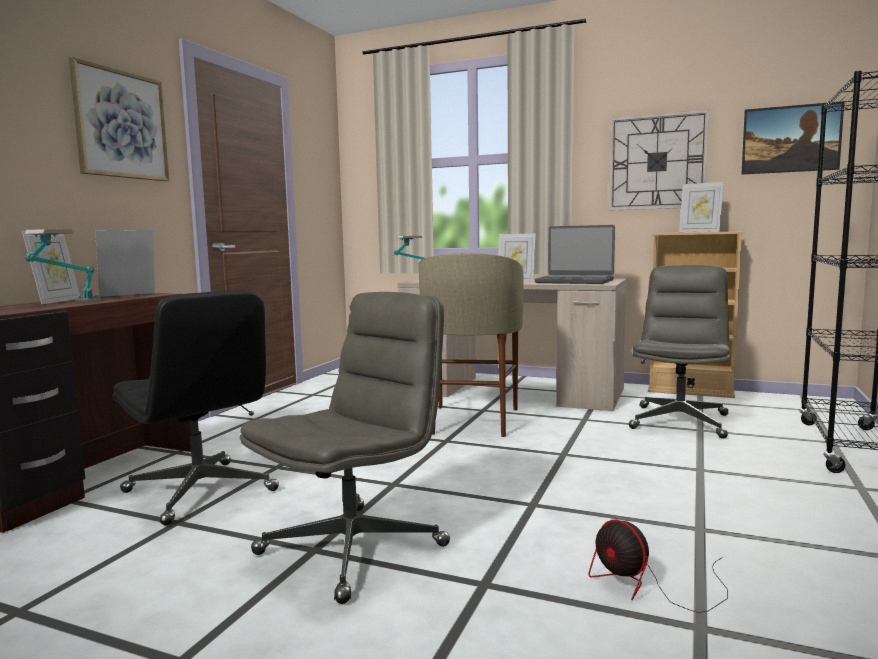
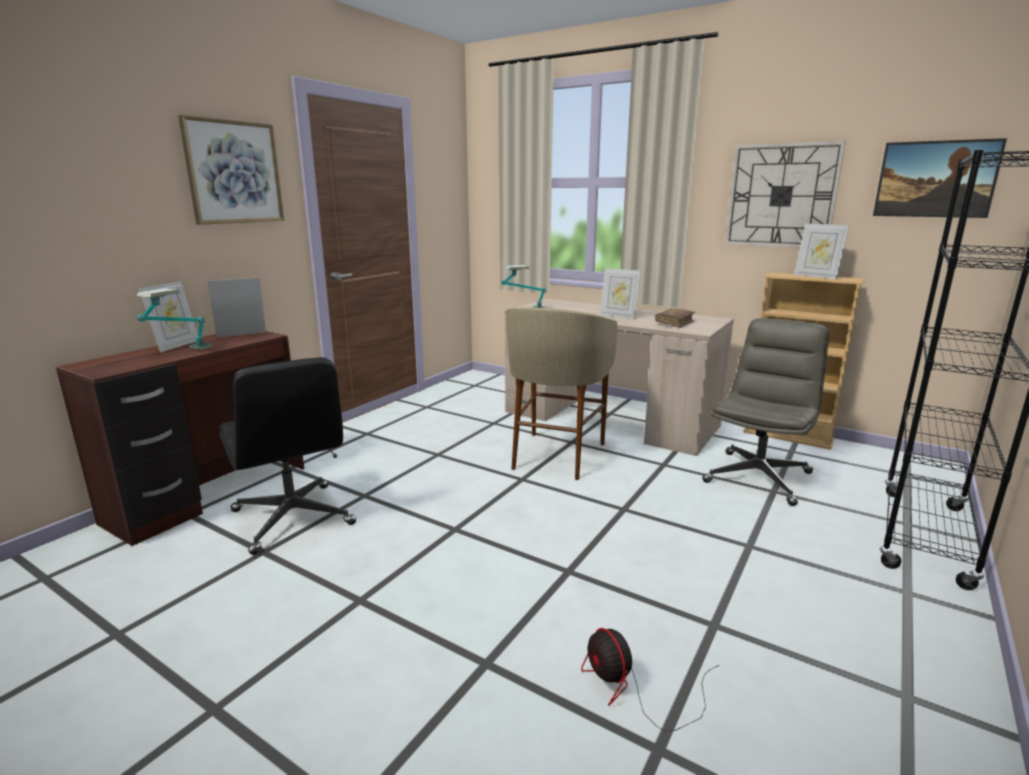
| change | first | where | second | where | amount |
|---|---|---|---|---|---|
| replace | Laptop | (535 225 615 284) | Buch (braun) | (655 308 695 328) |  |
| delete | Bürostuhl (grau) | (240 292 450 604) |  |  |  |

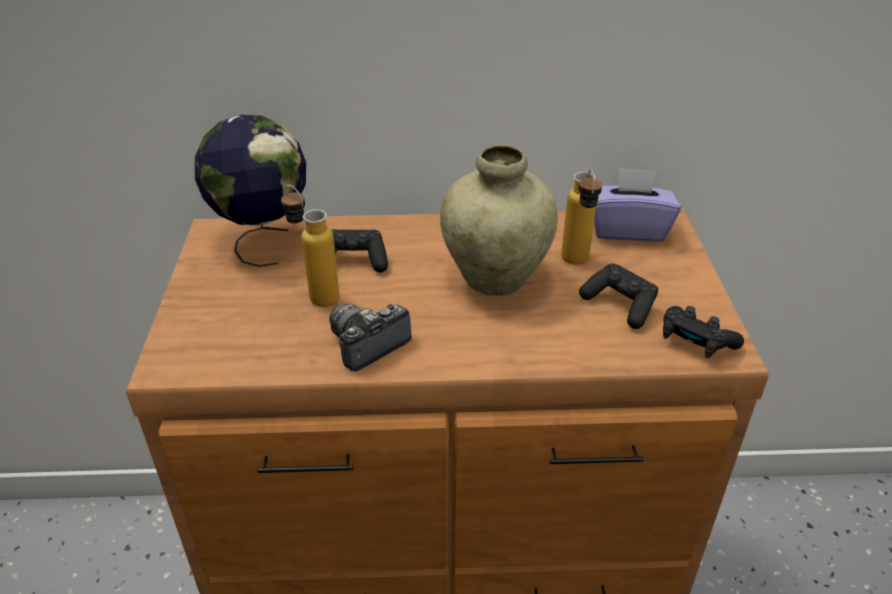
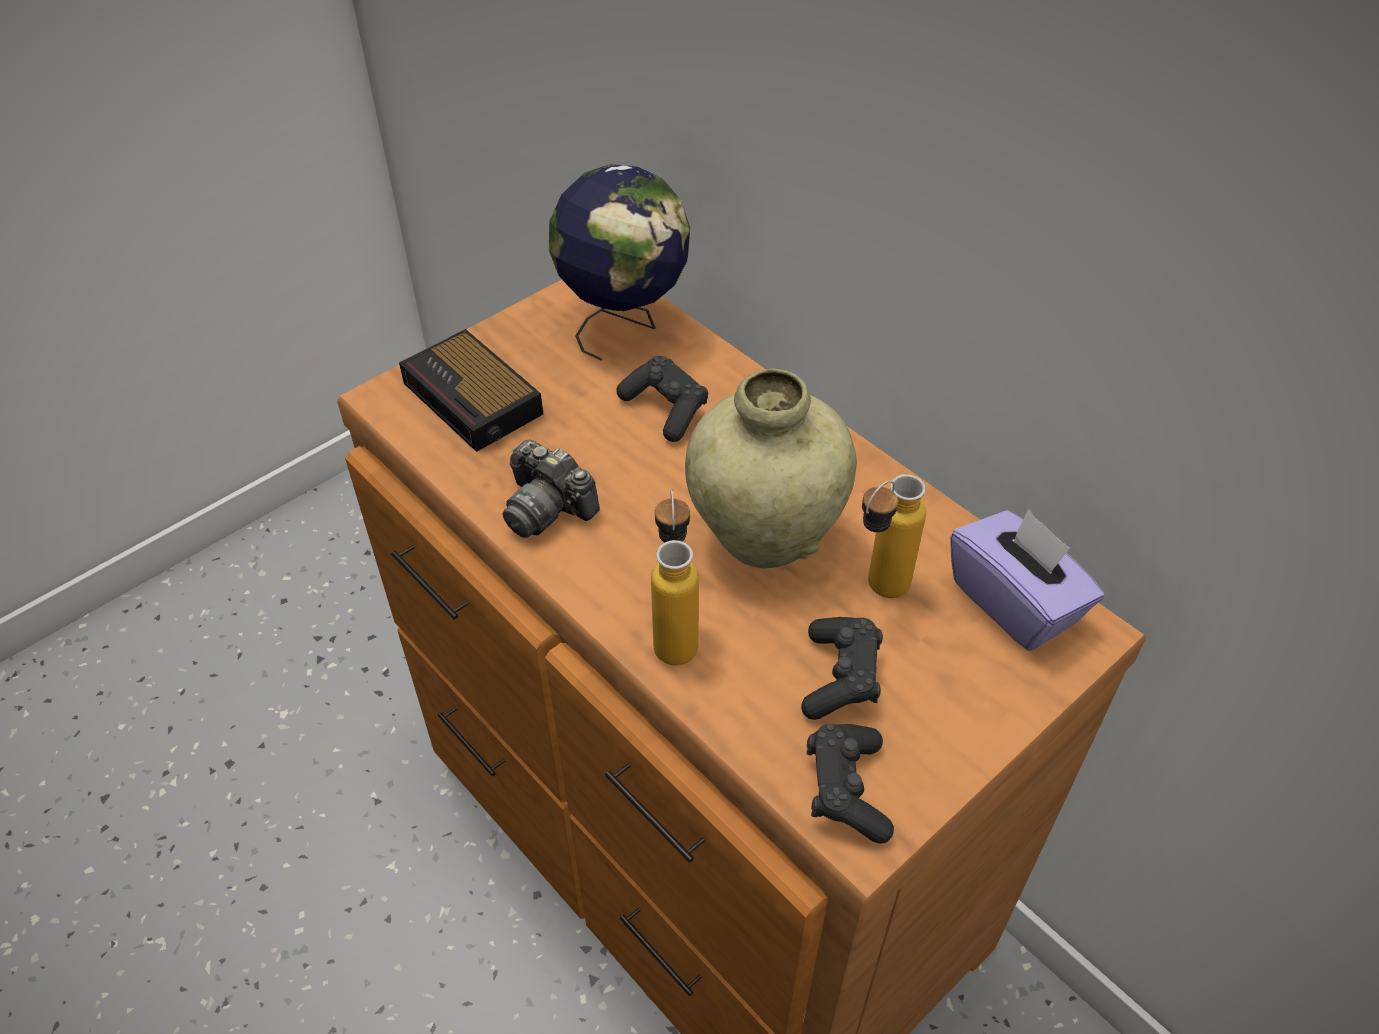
| change | first | where | second | where | amount |
|---|---|---|---|---|---|
| insert |  |  | Wecker | (399 329 543 452) |  |
| rotate | Kamera | (329 303 411 371) |  | (502 439 600 538) | 150 degrees counterclockwise |
| move | Flasche | (281 185 340 307) |  | (651 489 699 665) |  |

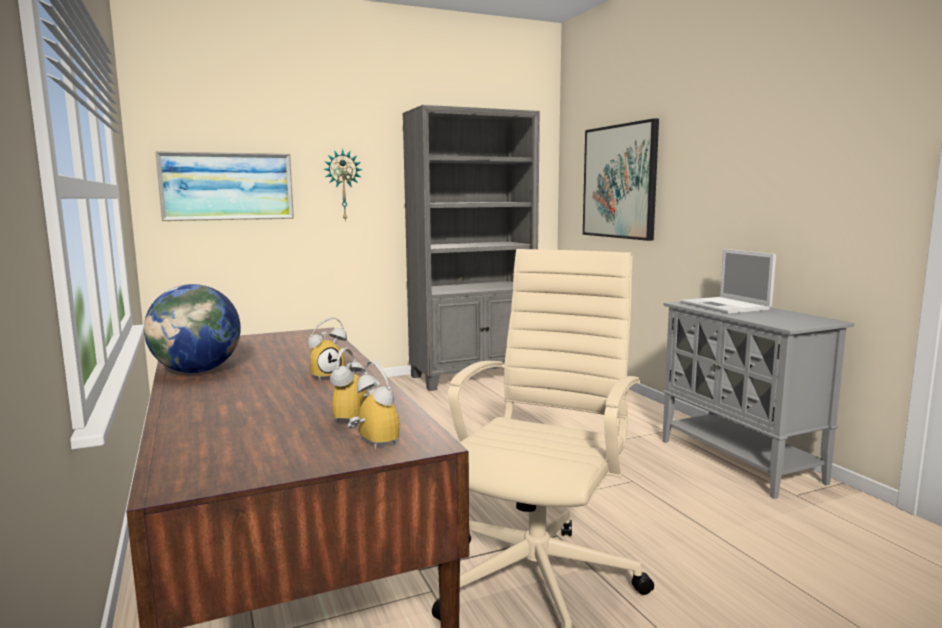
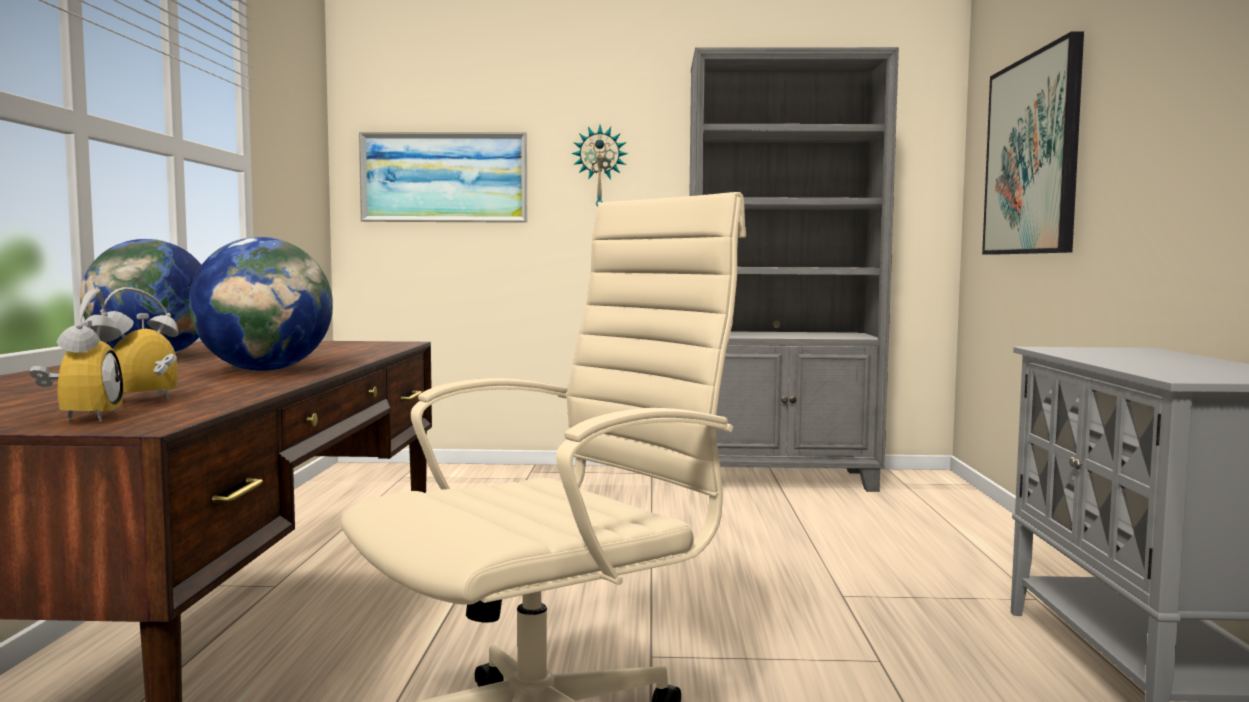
| change | first | where | second | where | amount |
|---|---|---|---|---|---|
| replace | Wecker | (307 317 347 381) | Globus | (189 237 333 371) |  |
| delete | Laptop | (681 249 776 314) |  |  |  |

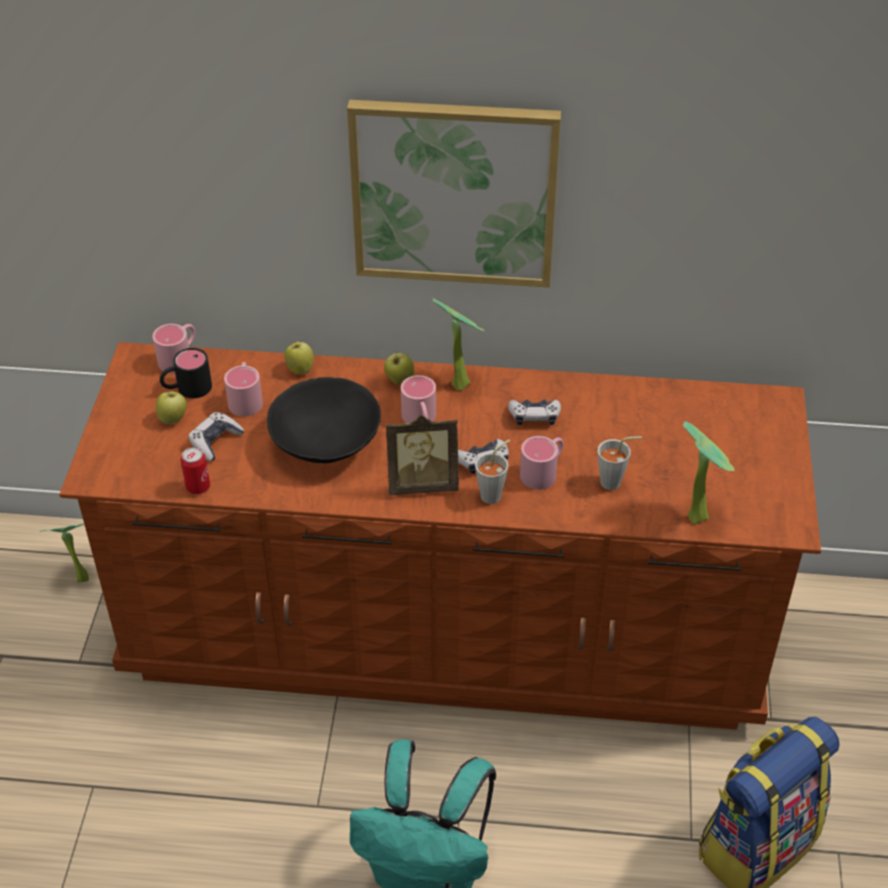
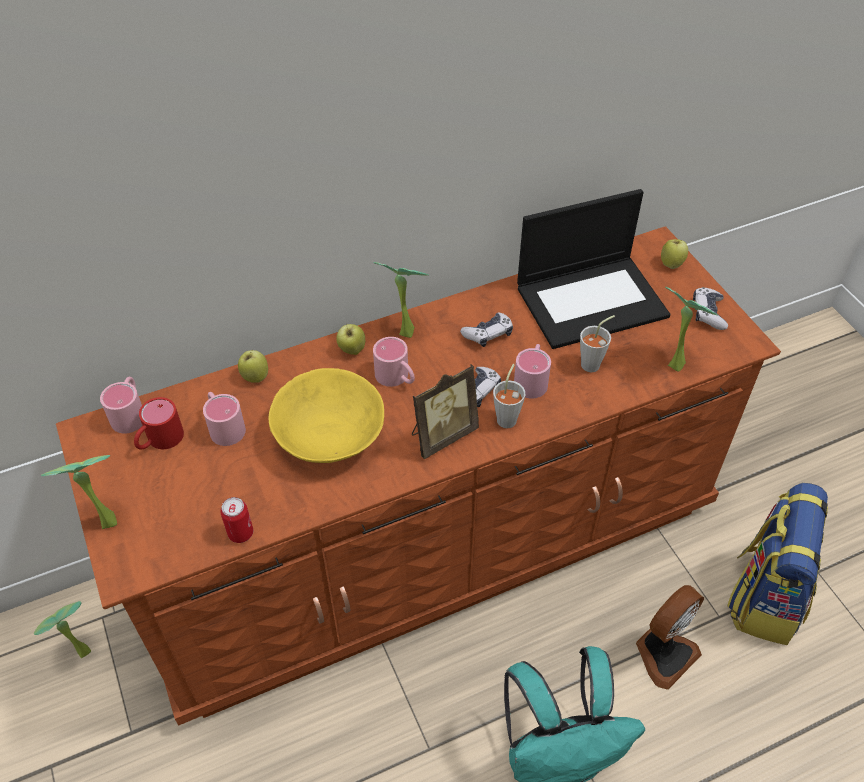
| change | first | where | second | where | amount |
|---|---|---|---|---|---|
| insert |  |  | Topfpflanze | (41 455 117 529) |  |
| recolor | Henkelbecher (schwarz) | (160 348 212 398) | Henkelbecher (rot) | (134 397 184 450) |  |
| recolor | Schüssel (schwarz) | (267 377 381 463) | Schüssel (gelb) | (269 368 384 463) |  |
| insert |  |  | Laptop | (517 189 670 349) |  |
| insert |  |  | Ventilator | (636 585 704 690) |  |
| move | Apfel | (156 391 187 424) |  | (661 239 688 269) |  |
| move | Gamepad | (188 412 244 461) |  | (693 287 728 330) |  |
| delete | Bild | (347 100 561 287) |  |  |  |

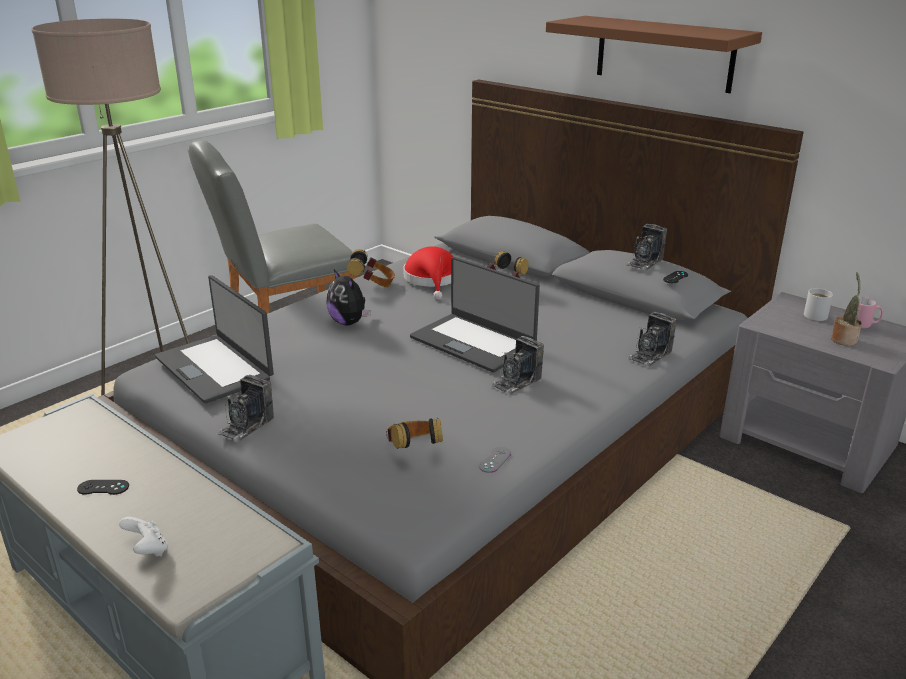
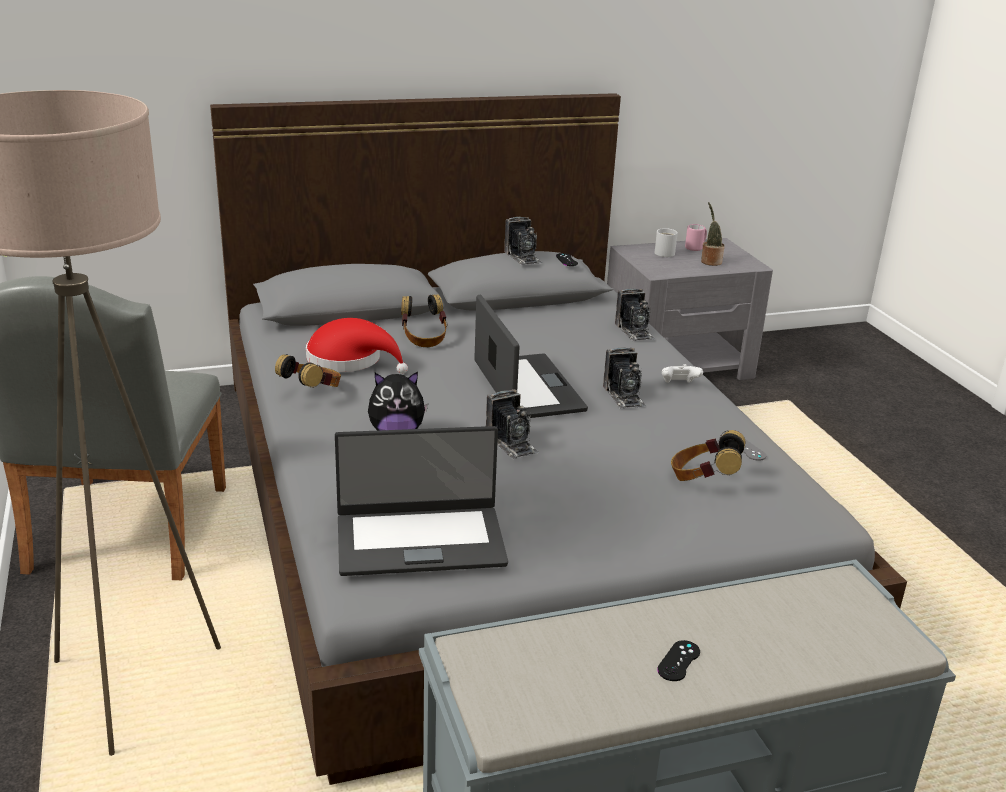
| change | first | where | second | where | amount |
|---|---|---|---|---|---|
| rotate | Laptop | (410 257 540 372) |  | (474 295 588 418) | 90 degrees counterclockwise |
| move | Kamera | (217 375 274 442) |  | (486 389 539 459) |  |
| move | Gamepad (weiß) | (119 517 168 556) |  | (662 364 703 383) |  |
| delete | Wandregal (braun) | (546 16 762 93) |  |  |  |

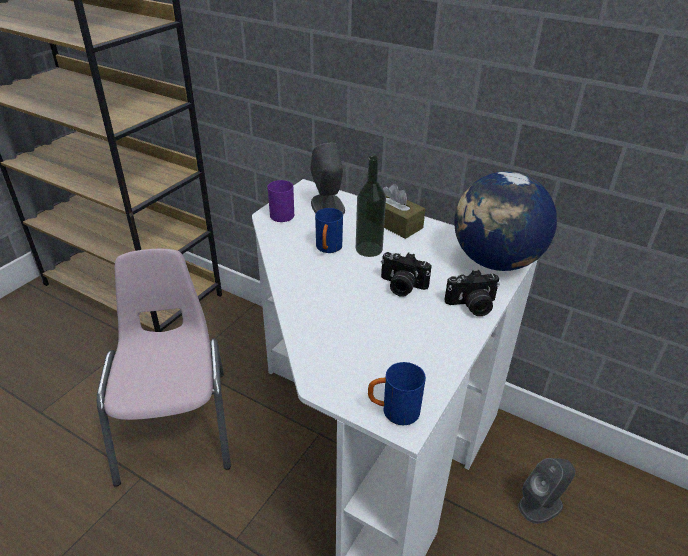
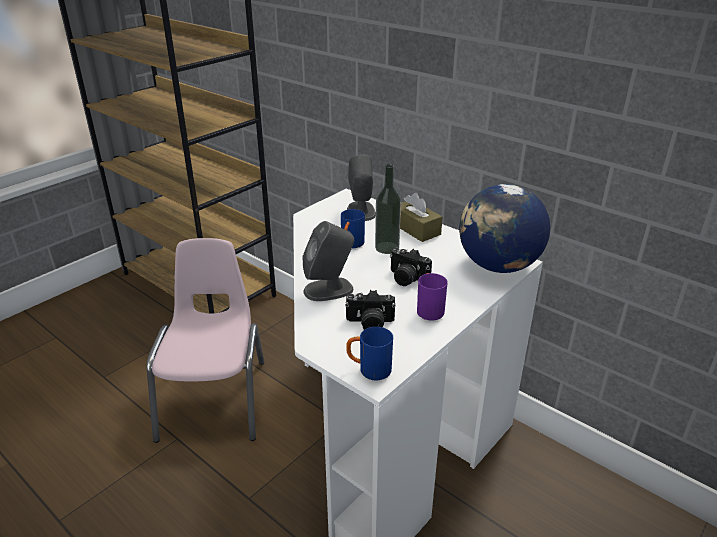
| change | first | where | second | where | amount |
|---|---|---|---|---|---|
| move | Lautsprecher (grau) | (518 458 575 524) |  | (303 221 354 301) |  |
| move | Kamera | (444 270 500 316) |  | (345 290 396 330) |  |
| move | Henkelbecher (lila) | (267 180 294 222) |  | (417 273 448 320) |  |

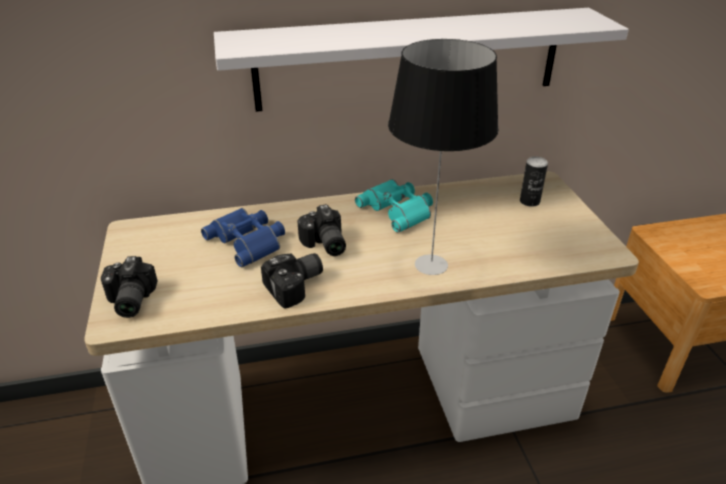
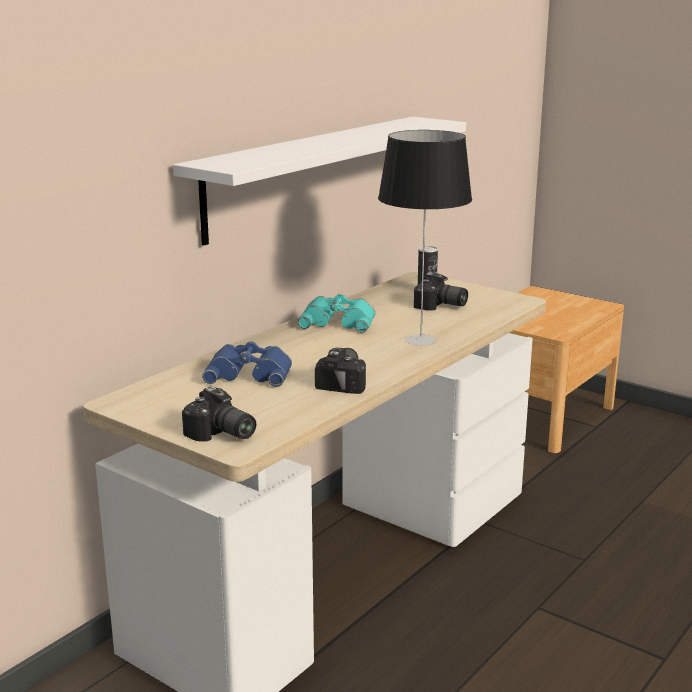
| change | first | where | second | where | amount |
|---|---|---|---|---|---|
| move | Kamera | (297 204 346 256) |  | (414 272 468 311) |  |

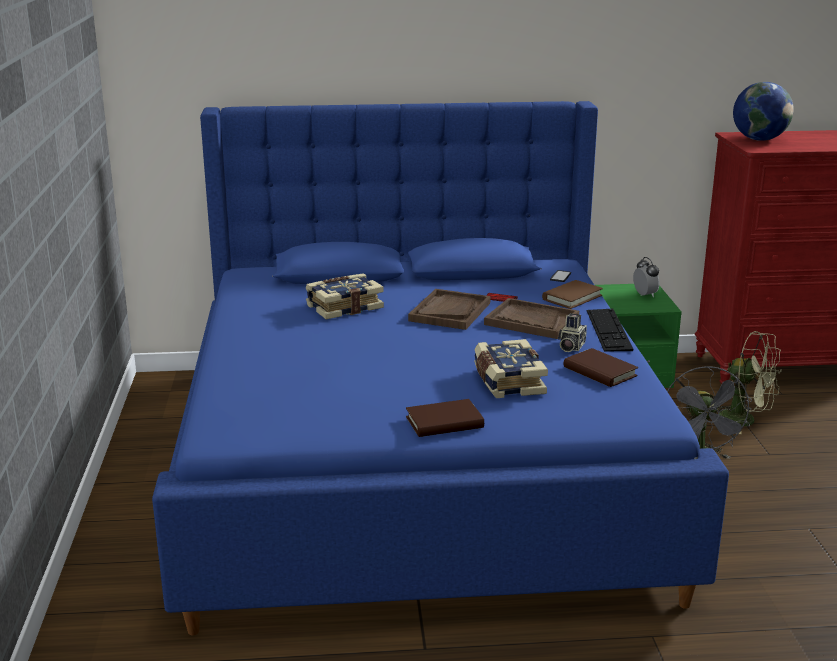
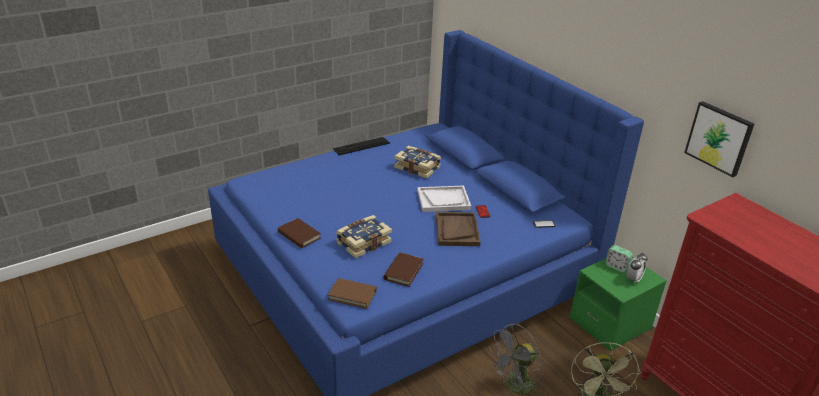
| change | first | where | second | where | amount |
|---|---|---|---|---|---|
| move | Buch (braun) | (542 280 603 309) |  | (328 278 377 309) |  |
| move | Tastatur | (587 309 633 351) |  | (333 137 390 155) |  |
| recolor | Tablett (braun) | (408 289 491 330) | Tablett (weiß) | (417 186 471 212) |  |
| insert |  |  | Wecker | (605 245 633 273) |  |
| insert |  |  | Bild | (684 101 754 177) |  |
| delete | Kamera | (558 313 587 352) |  |  |  |
| delete | Globus | (733 82 794 141) |  |  |  |

